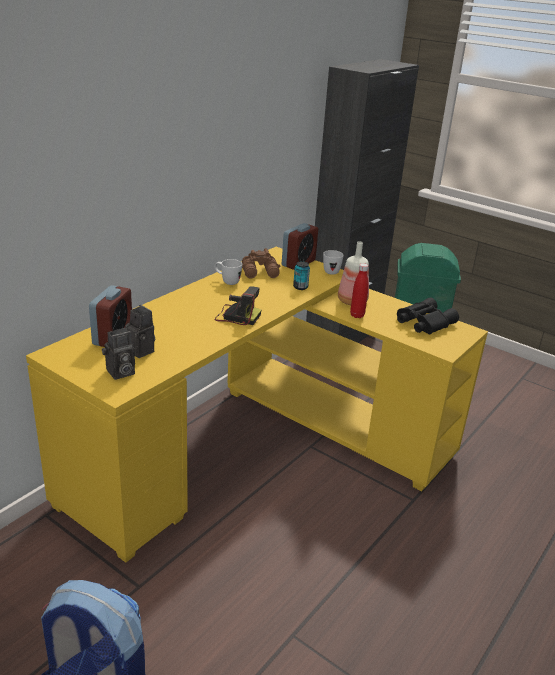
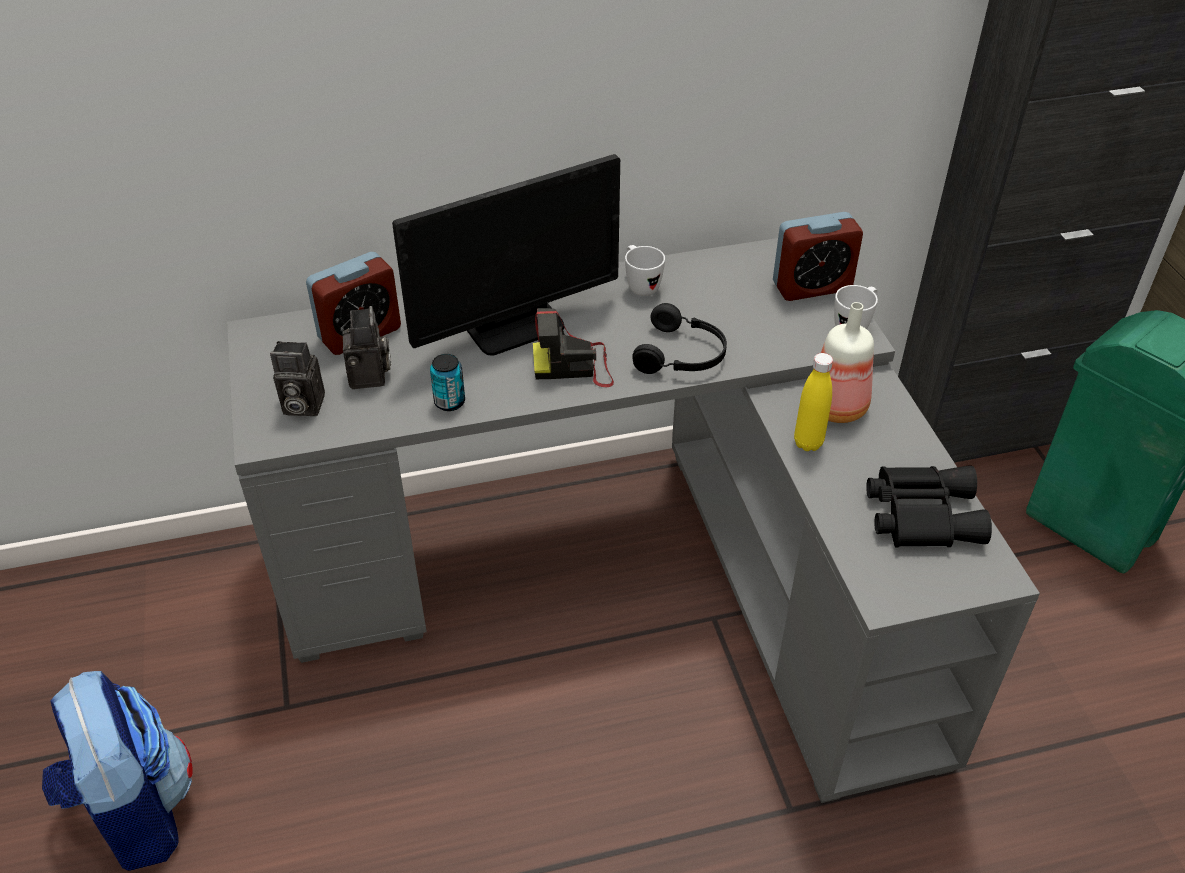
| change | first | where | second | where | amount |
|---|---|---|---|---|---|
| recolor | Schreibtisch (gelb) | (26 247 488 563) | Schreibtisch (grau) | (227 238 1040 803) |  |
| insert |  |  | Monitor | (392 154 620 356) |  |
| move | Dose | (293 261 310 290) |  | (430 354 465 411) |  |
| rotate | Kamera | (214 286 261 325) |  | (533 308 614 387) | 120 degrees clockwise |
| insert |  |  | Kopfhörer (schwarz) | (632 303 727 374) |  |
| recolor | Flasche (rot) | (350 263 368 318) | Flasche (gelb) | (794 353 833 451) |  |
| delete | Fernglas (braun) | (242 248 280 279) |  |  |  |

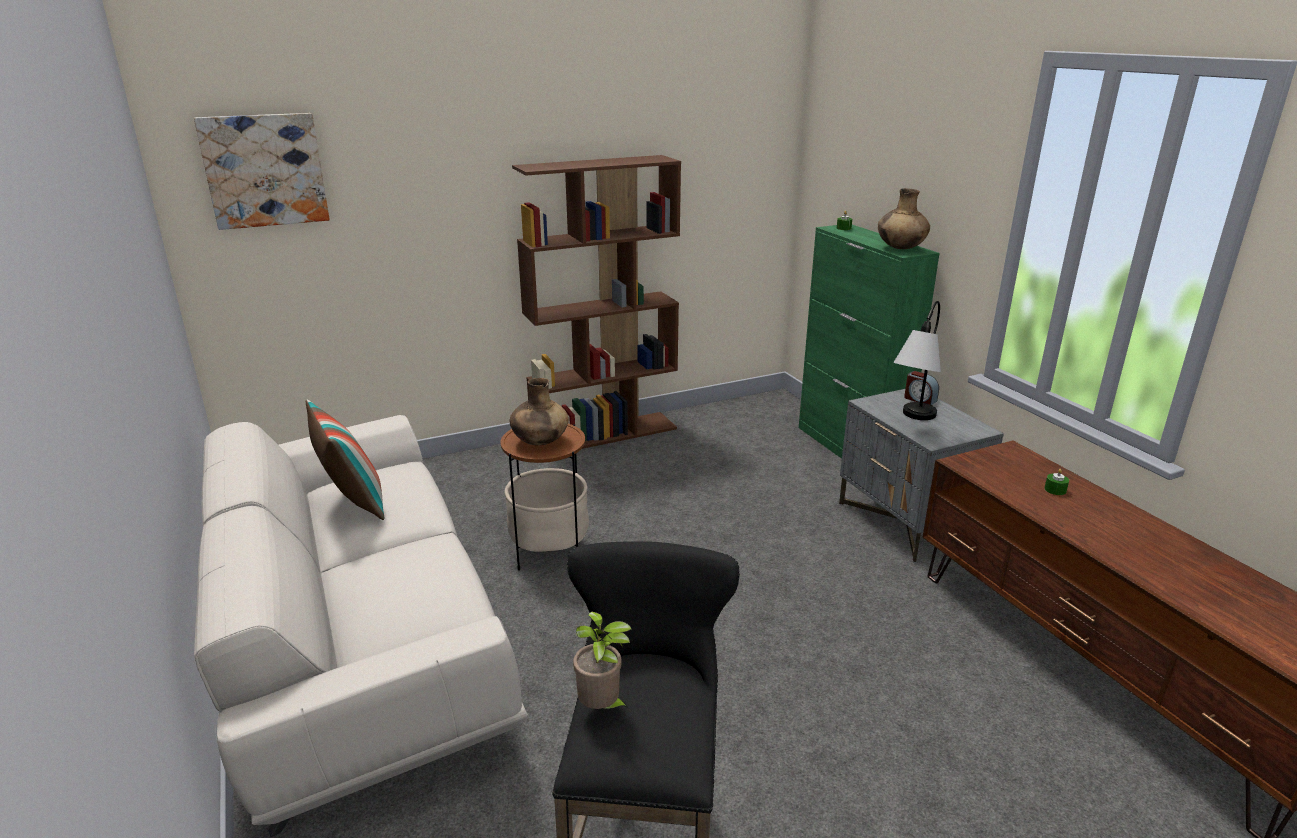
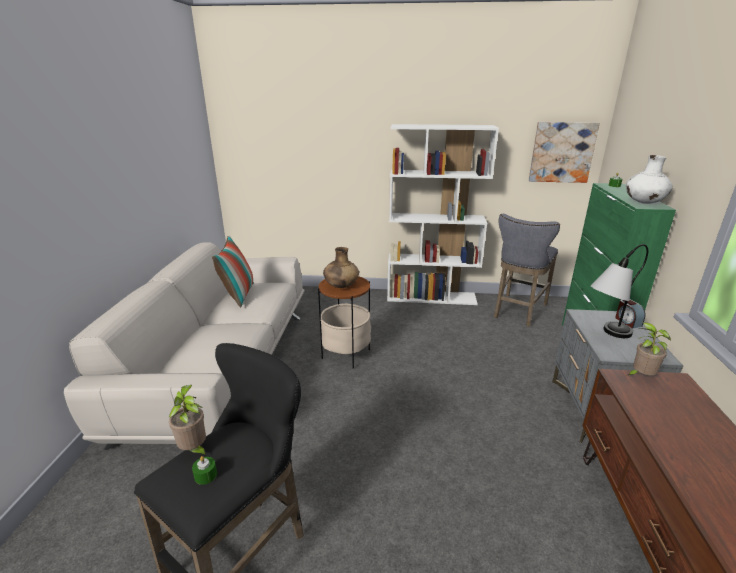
| change | first | where | second | where | amount |
|---|---|---|---|---|---|
| move | Kerze (grün) | (1044 469 1069 495) |  | (192 456 217 485) |  |
| recolor | Bücherregal (braun) | (512 155 681 449) | Bücherregal (weiß) | (387 124 499 305) |  |
| insert |  |  | Hocker (grau) | (494 214 560 327) |  |
| move | Bild | (194 113 330 230) |  | (529 122 600 183) |  |
| recolor | Vase (braun) | (878 188 930 249) | Vase (weiß) | (626 155 673 204) |  |
| insert |  |  | Topfpflanze | (626 322 671 376) |  |

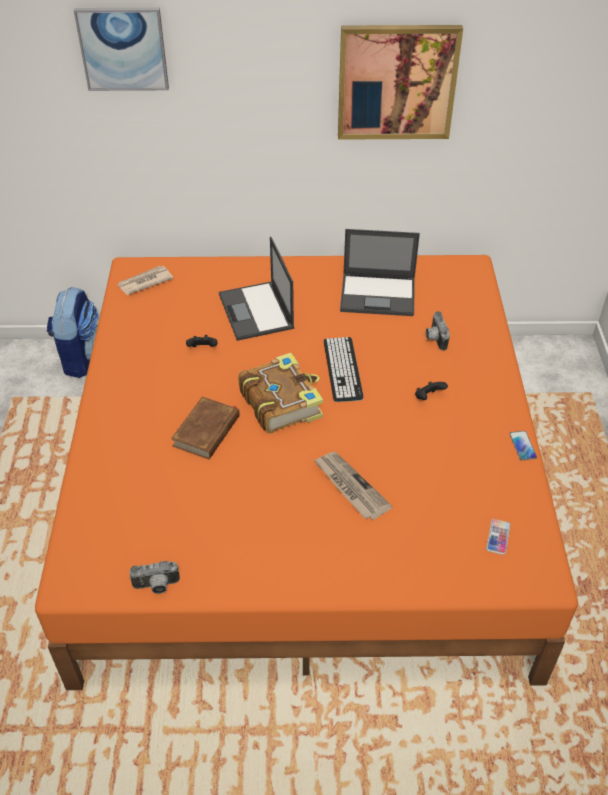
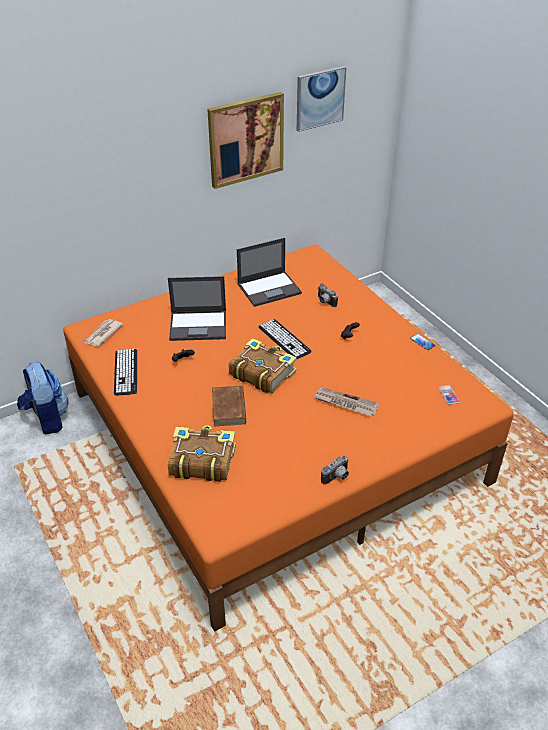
| change | first | where | second | where | amount |
|---|---|---|---|---|---|
| insert |  |  | Tastatur | (114 349 137 396) |  |
| rotate | Laptop | (219 236 294 341) |  | (168 276 226 341) | 45 degrees counterclockwise |
| insert |  |  | Buch | (168 425 236 482) |  |
| move | Bild | (74 8 169 91) |  | (297 66 347 132) |  |
| move | Kamera | (129 561 180 594) |  | (321 455 349 485) |  |

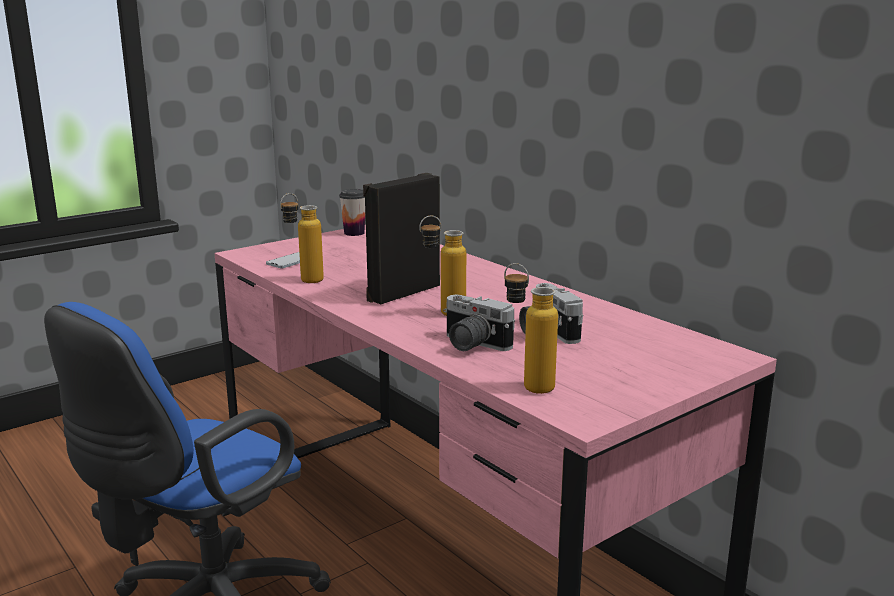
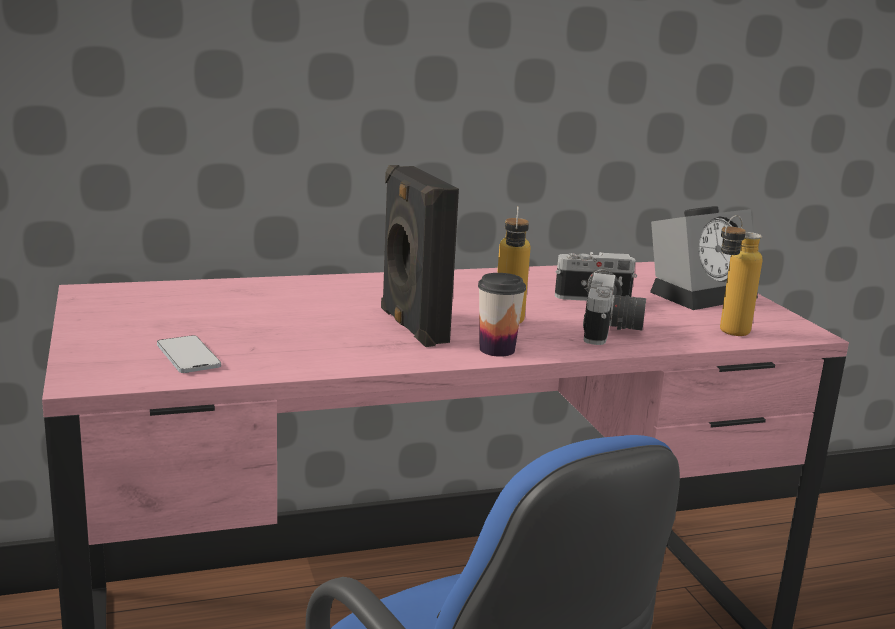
| change | first | where | second | where | amount |
|---|---|---|---|---|---|
| move | Tasse | (339 189 365 236) |  | (478 273 526 357) |  |
| rotate | Kamera | (443 295 515 351) |  | (583 273 646 345) | 45 degrees counterclockwise |
| insert |  |  | Wecker | (650 206 758 310) |  |
| delete | Flasche | (280 193 324 283) |  |  |  |

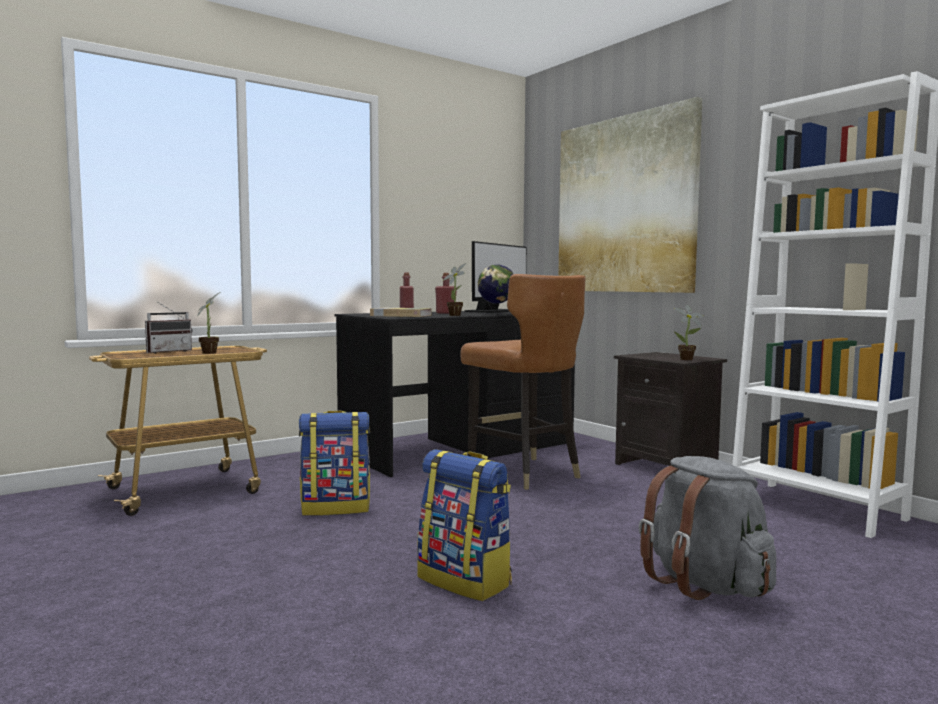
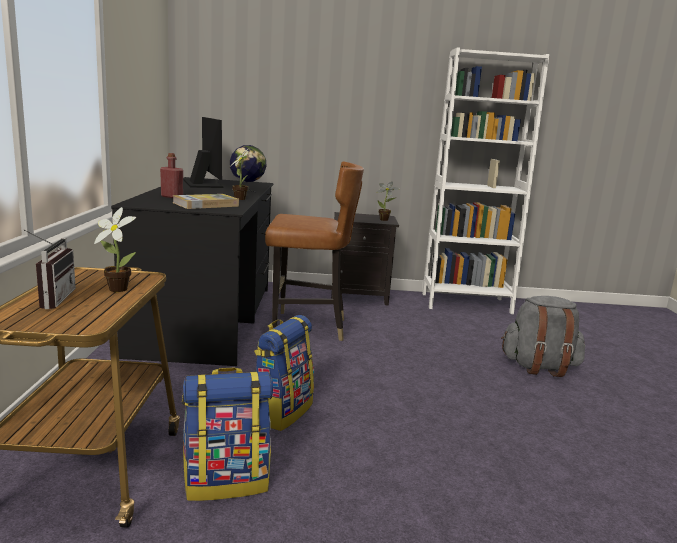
| change | first | where | second | where | amount |
|---|---|---|---|---|---|
| move | Rucksack | (417 449 512 601) |  | (182 368 273 501) |  |
| delete | Flasche (rot) | (435 273 457 314) |  |  |  |
| delete | Bild | (558 97 702 293) |  |  |  |

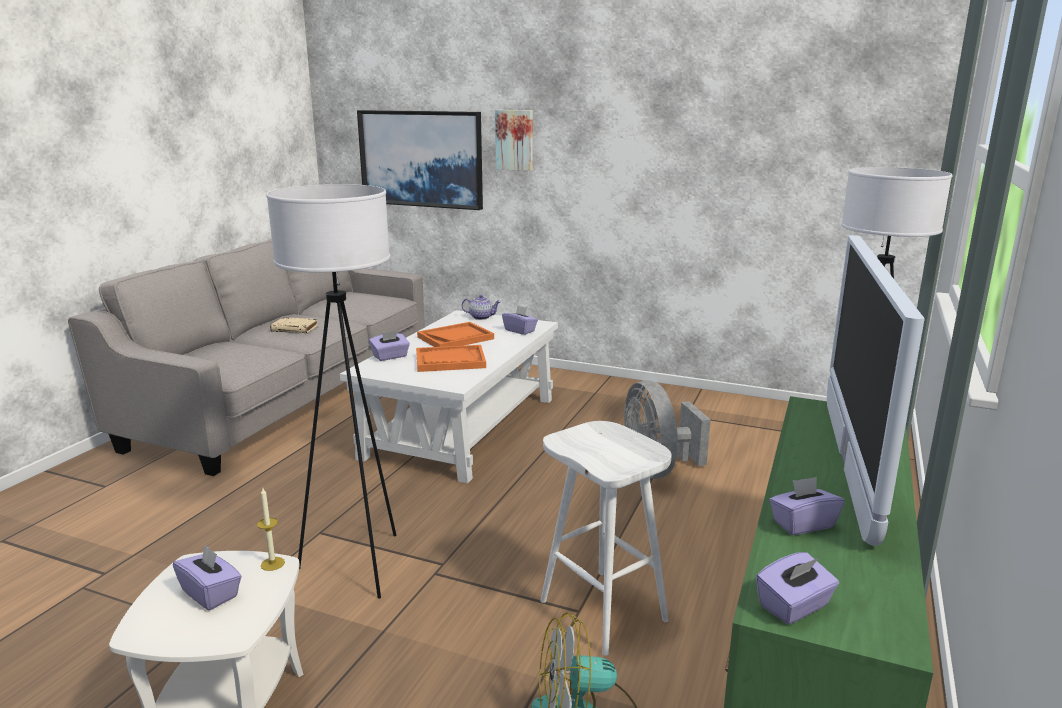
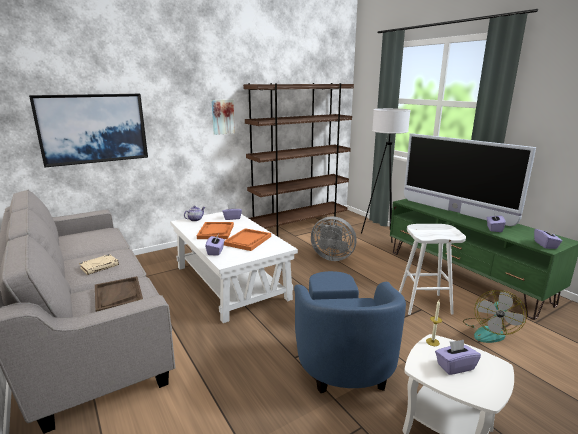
| change | first | where | second | where | amount |
|---|---|---|---|---|---|
| insert |  |  | Tablett (braun) | (95 276 143 312) |  |
| move | Bild | (495 110 533 171) |  | (211 99 235 135) |  |
| insert |  |  | Bücherregal (braun) | (243 83 354 237) |  |
| replace | Stehlampe (weiß) | (266 184 396 599) | Sessel (blau) | (294 271 406 393) |  |

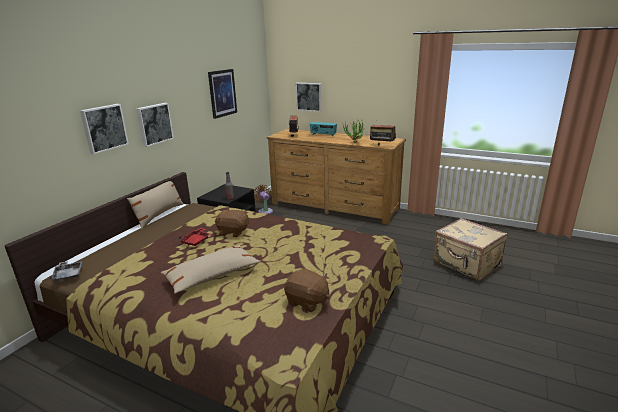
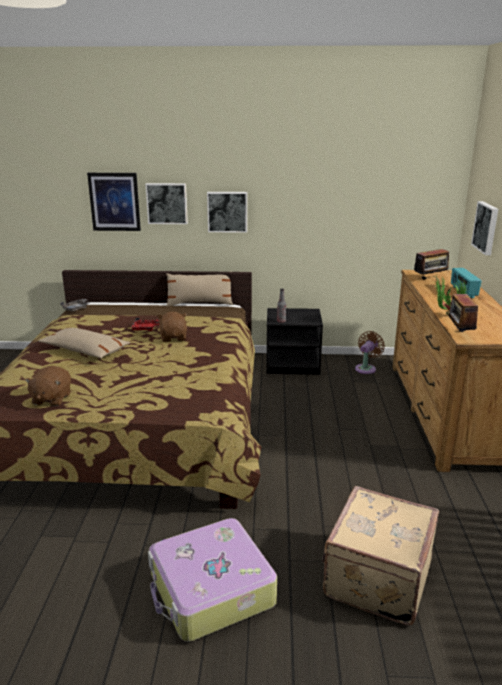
| change | first | where | second | where | amount |
|---|---|---|---|---|---|
| move | Bild | (208 69 237 119) |  | (87 173 141 231) |  |
| insert |  |  | Koffer | (148 518 277 642) |  |

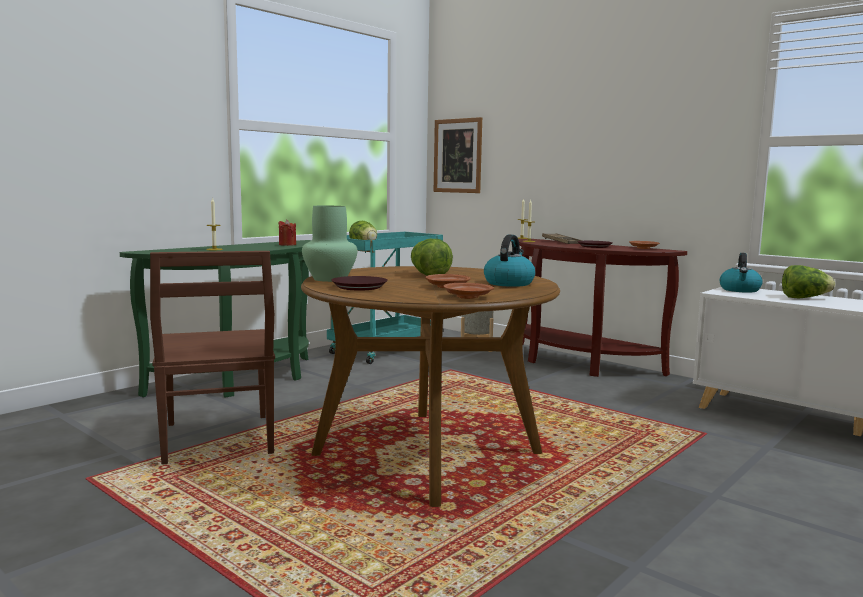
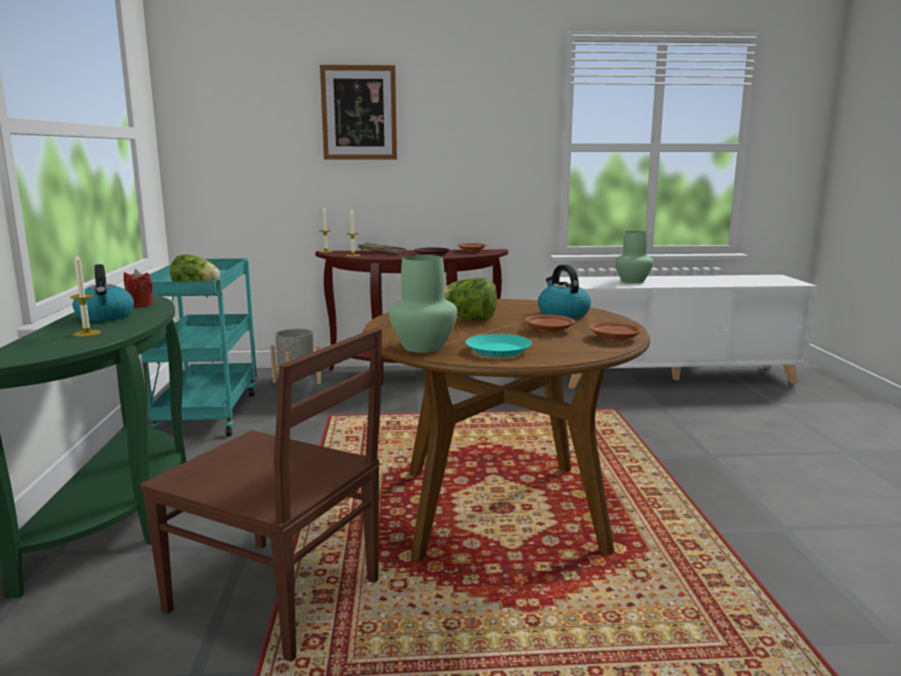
| change | first | where | second | where | amount |
|---|---|---|---|---|---|
| move | Wasserkessel | (720 253 763 293) |  | (73 264 134 322) |  |
| move | Bild | (434 117 482 193) |  | (320 65 397 160) |  |
| recolor | Teller (braun) | (331 276 388 290) | Teller (türkis) | (466 334 532 357) |  |
| replace | Salatkopf | (782 265 835 298) | Vase (grün) | (615 231 653 283) |  |

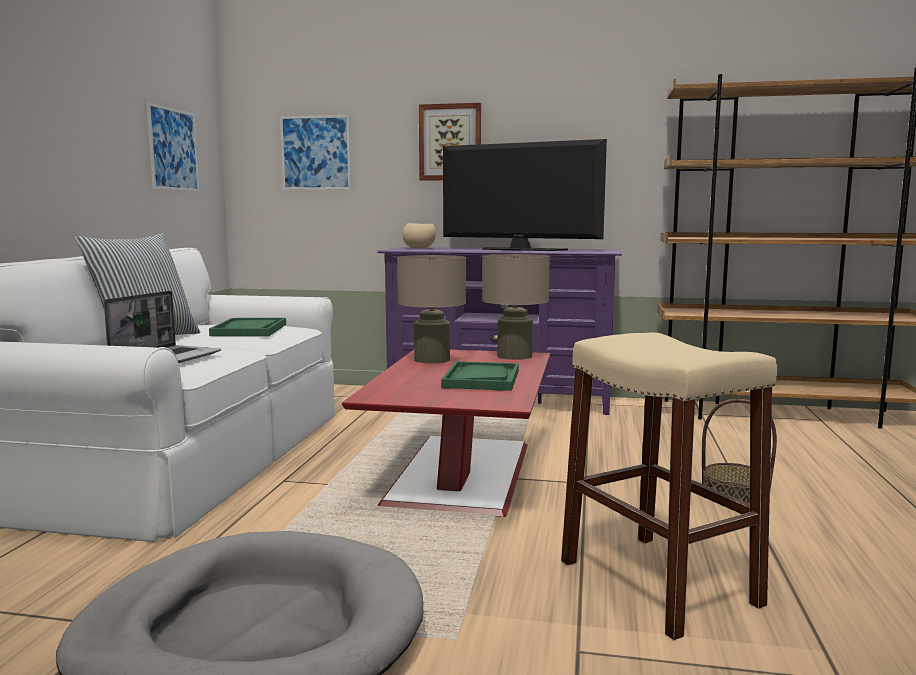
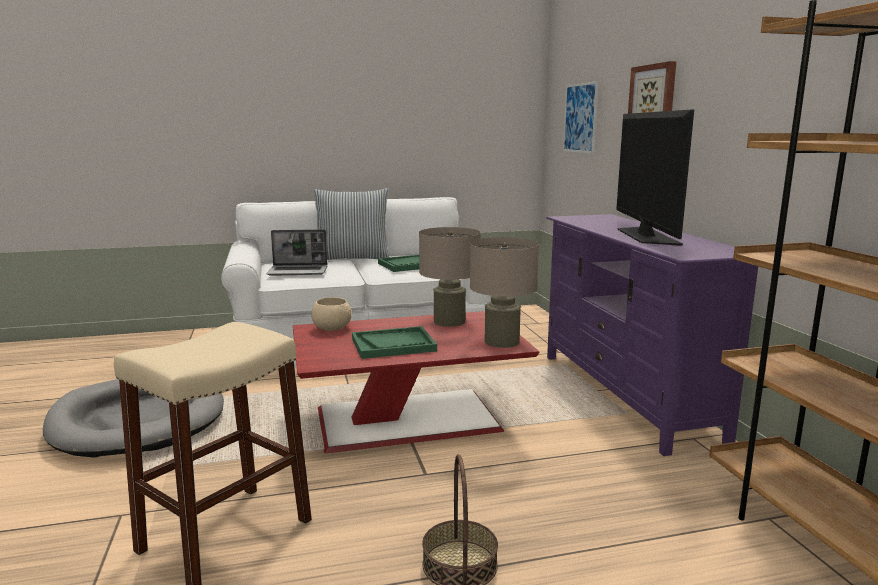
| change | first | where | second | where | amount |
|---|---|---|---|---|---|
| move | Schüssel (beige) | (402 223 436 248) |  | (311 297 352 331) |  |
| delete | Bild | (147 102 199 191) |  |  |  |

